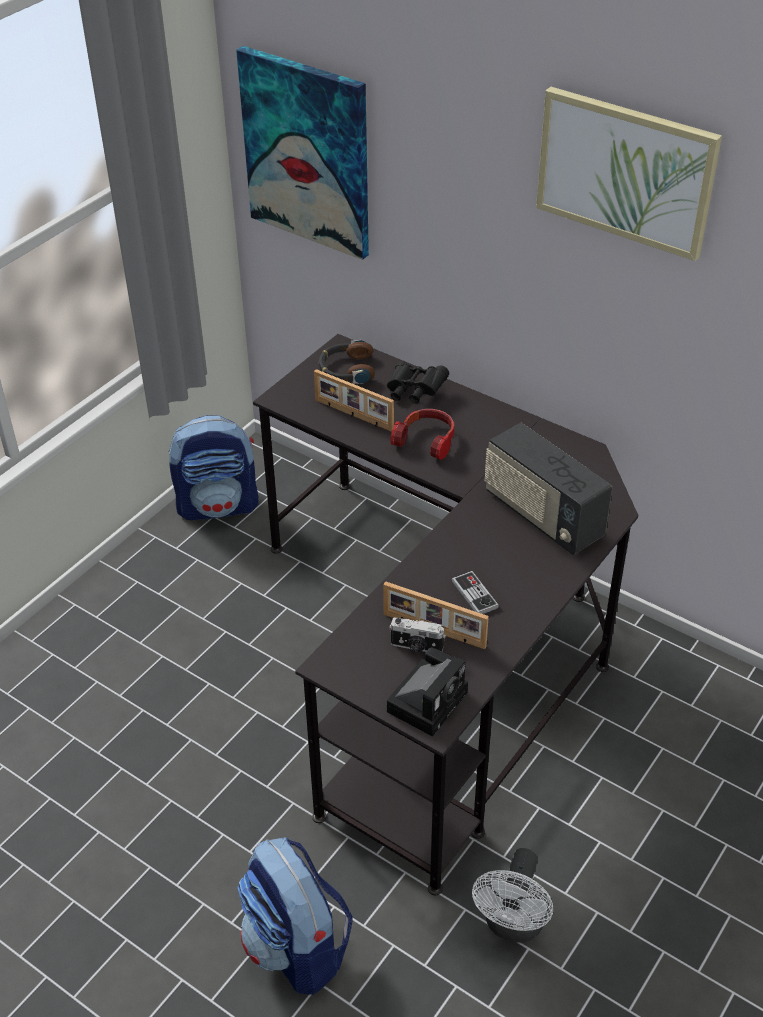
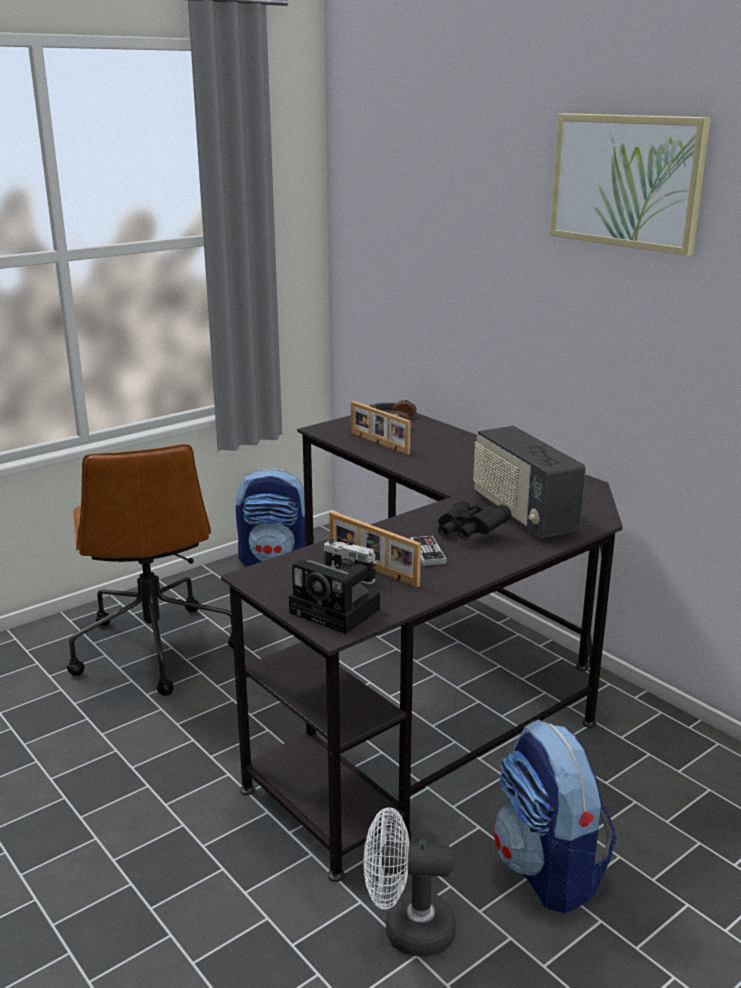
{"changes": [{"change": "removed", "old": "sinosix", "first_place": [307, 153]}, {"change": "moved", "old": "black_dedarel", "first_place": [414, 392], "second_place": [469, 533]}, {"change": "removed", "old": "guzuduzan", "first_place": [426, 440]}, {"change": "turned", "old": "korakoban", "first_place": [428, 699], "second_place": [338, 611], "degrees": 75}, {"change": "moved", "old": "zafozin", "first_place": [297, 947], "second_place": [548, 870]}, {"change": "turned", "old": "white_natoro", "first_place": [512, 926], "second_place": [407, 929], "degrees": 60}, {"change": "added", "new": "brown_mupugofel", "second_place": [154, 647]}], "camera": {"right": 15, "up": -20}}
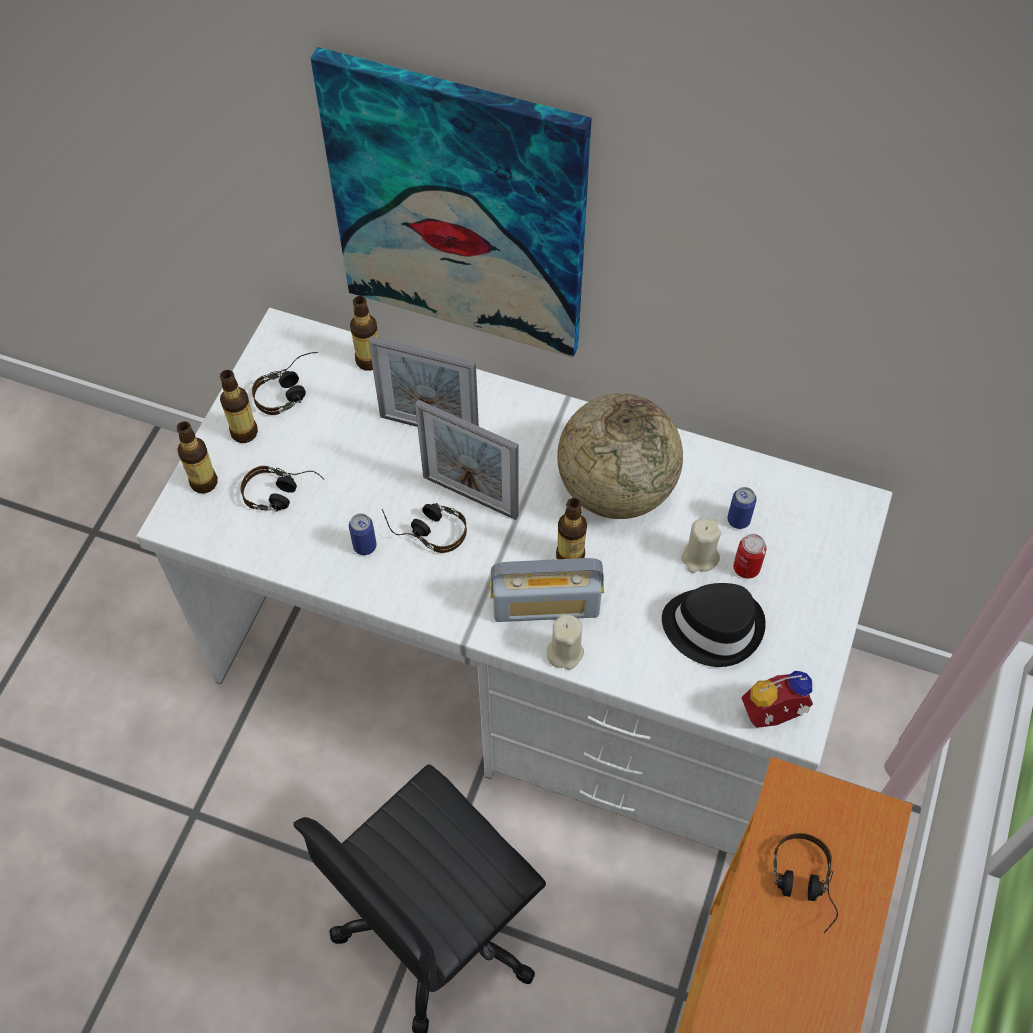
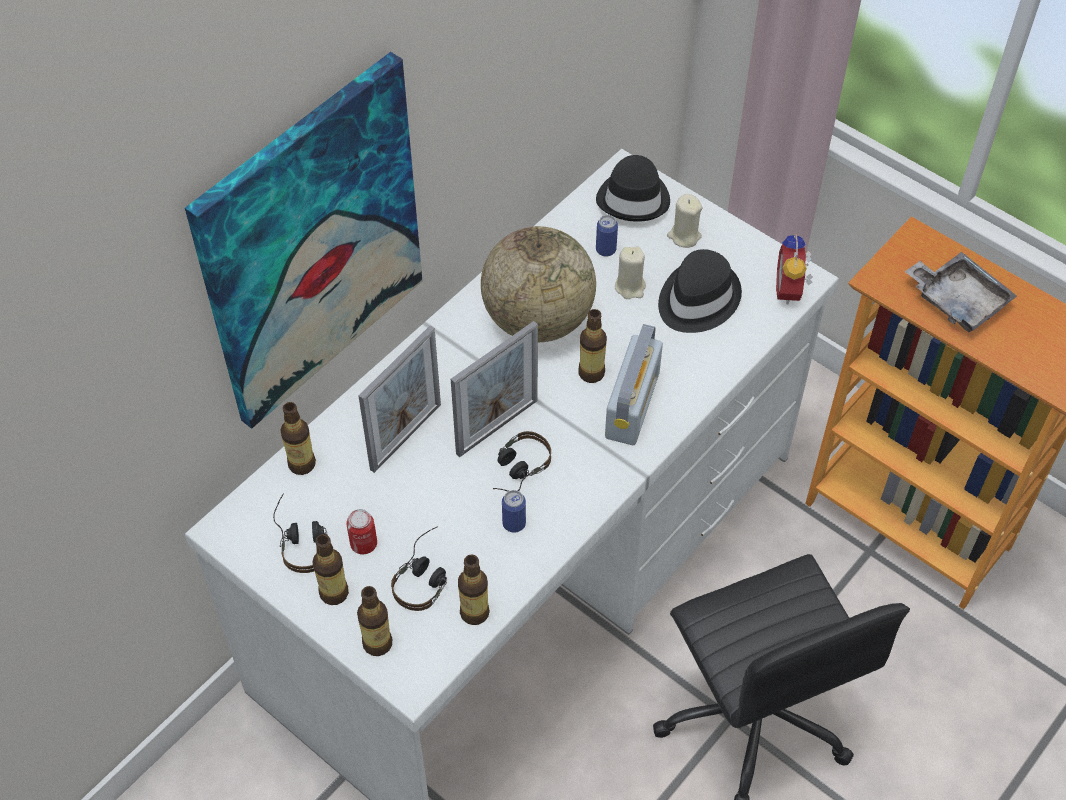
{"changes": [{"change": "moved", "old": "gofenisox", "first_place": [746, 568], "second_place": [363, 544]}, {"change": "moved", "old": "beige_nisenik", "first_place": [565, 652], "second_place": [684, 236]}, {"change": "replaced", "old": "guzuduzan", "new": "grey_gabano", "first_place": [802, 887], "second_place": [957, 300]}, {"change": "added", "new": "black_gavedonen", "second_place": [634, 198]}, {"change": "added", "new": "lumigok", "second_place": [474, 613]}], "camera": {"right": -70, "up": -5}}
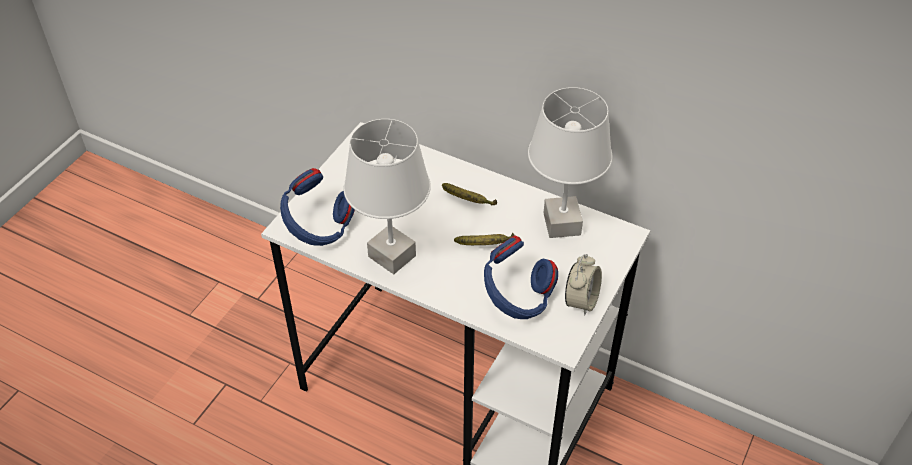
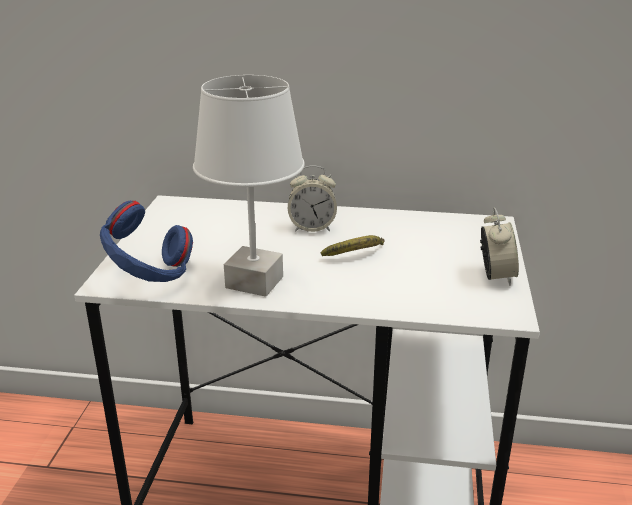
{"changes": [{"change": "removed", "old": "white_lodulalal", "first_place": [562, 224]}, {"change": "replaced", "old": "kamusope", "new": "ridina", "first_place": [467, 201], "second_place": [312, 227]}, {"change": "removed", "old": "blue_guzuduzan", "first_place": [517, 298]}], "camera": {"right": -20, "up": -20}}
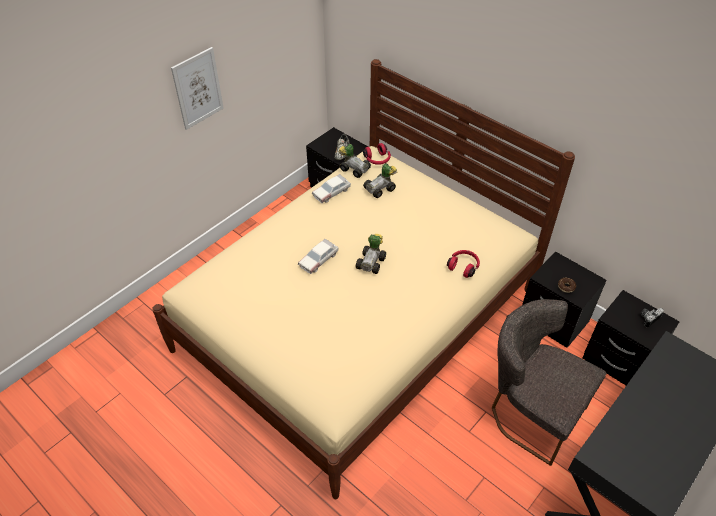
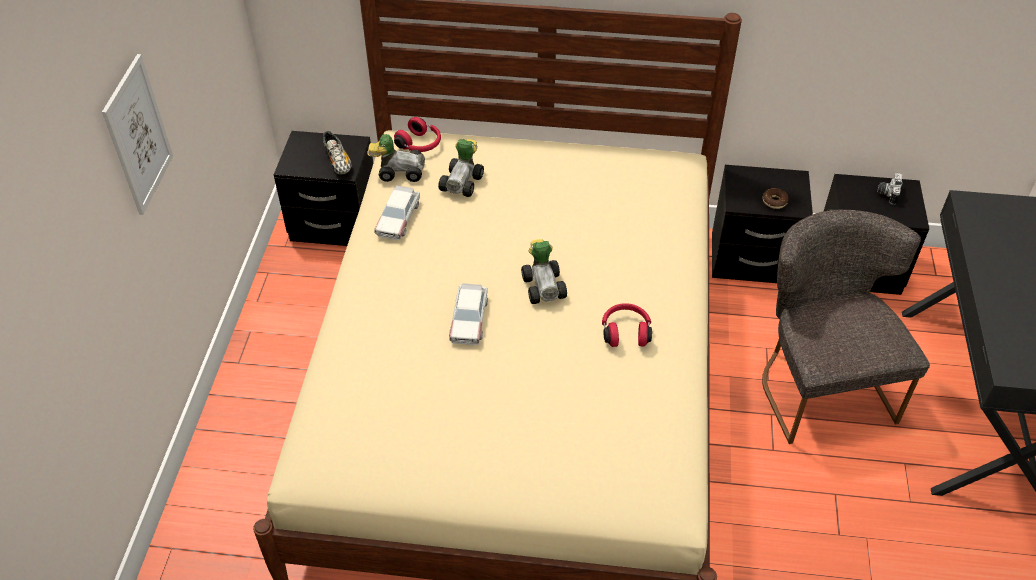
{"changes": [{"change": "moved", "old": "red_guzuduzan", "first_place": [463, 266], "second_place": [625, 331]}, {"change": "turned", "old": "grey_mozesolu", "first_place": [530, 412], "second_place": [819, 384], "degrees": 75}], "camera": {"right": -35, "up": 0}}
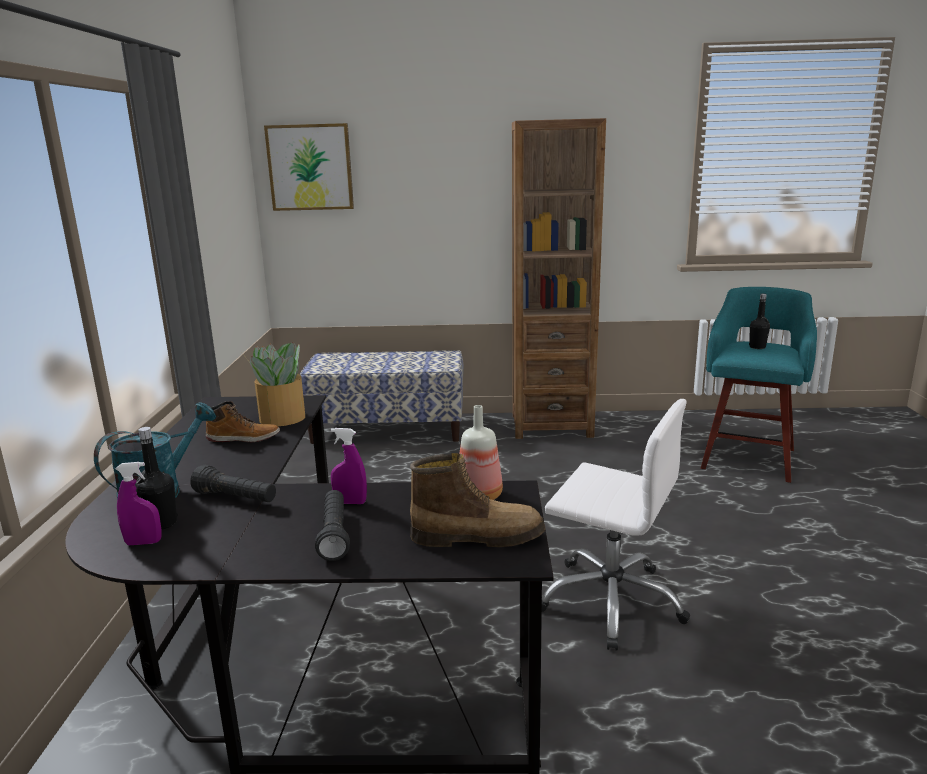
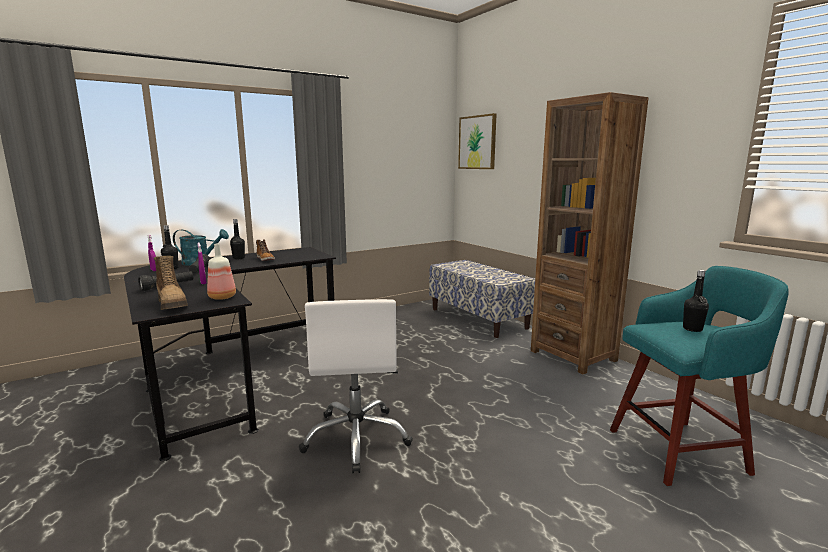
{"changes": [{"change": "removed", "old": "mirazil", "first_place": [281, 418]}, {"change": "added", "new": "black_lumigok", "second_place": [238, 258]}], "camera": {"right": 55, "up": -5}}
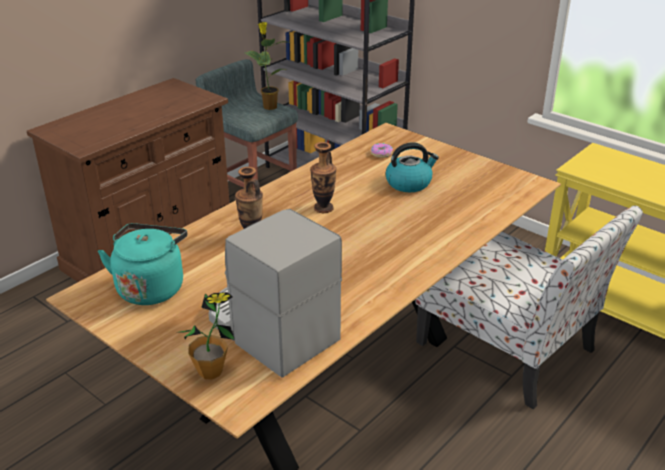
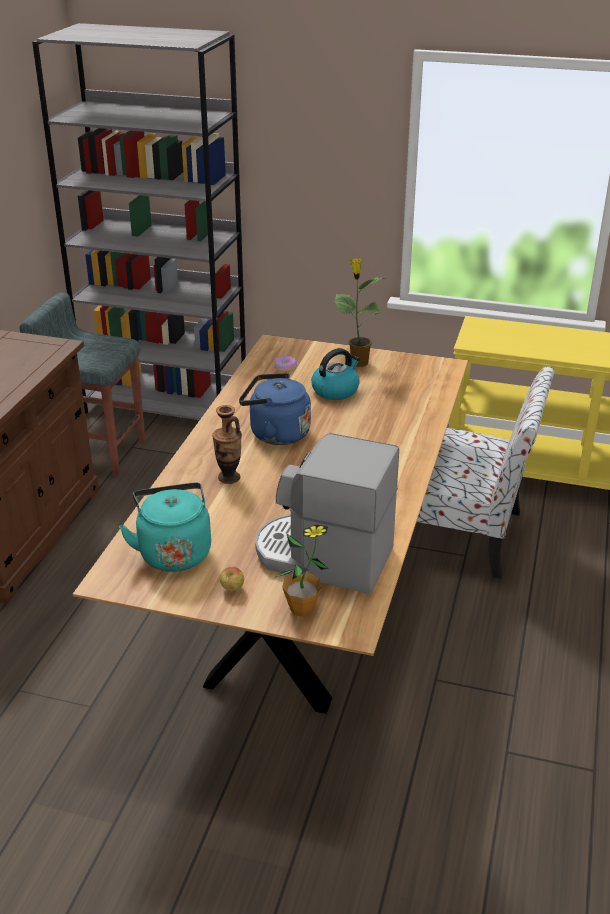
{"changes": [{"change": "moved", "old": "mirazil", "first_place": [269, 106], "second_place": [358, 362]}, {"change": "replaced", "old": "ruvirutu", "new": "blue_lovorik", "first_place": [323, 208], "second_place": [275, 434]}, {"change": "added", "new": "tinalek", "second_place": [232, 589]}], "camera": {"right": -25, "up": 0}}
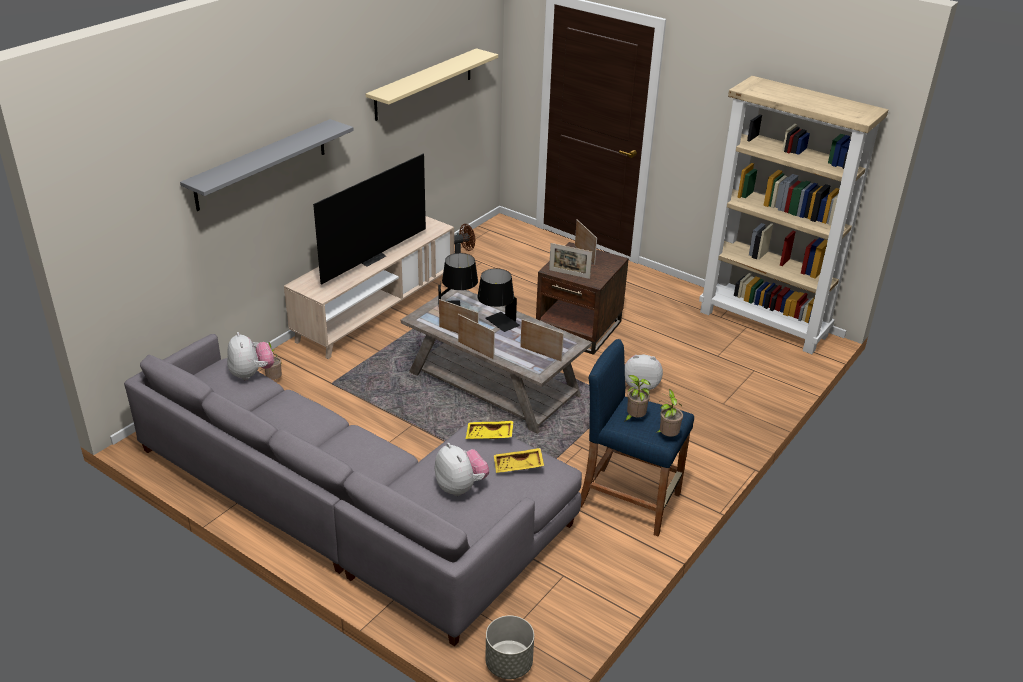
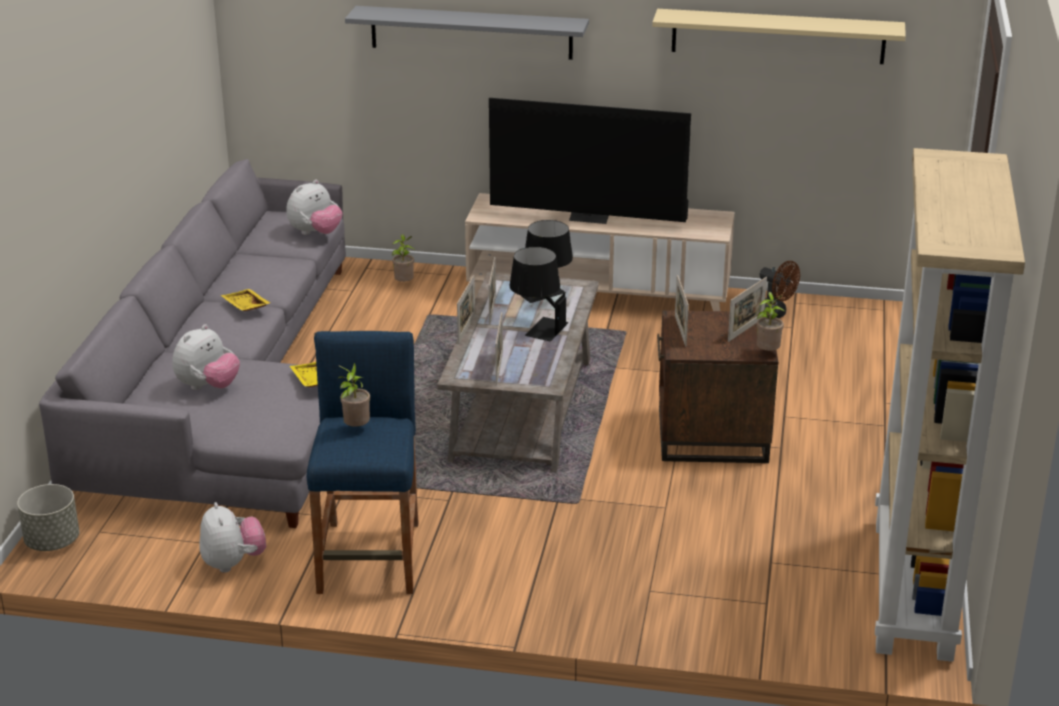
{"changes": [{"change": "moved", "old": "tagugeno", "first_place": [641, 386], "second_place": [233, 563]}, {"change": "moved", "old": "mirazil", "first_place": [667, 436], "second_place": [767, 353]}, {"change": "moved", "old": "yellow_gabano", "first_place": [518, 466], "second_place": [245, 307]}], "camera": {"right": 65, "up": -5}}
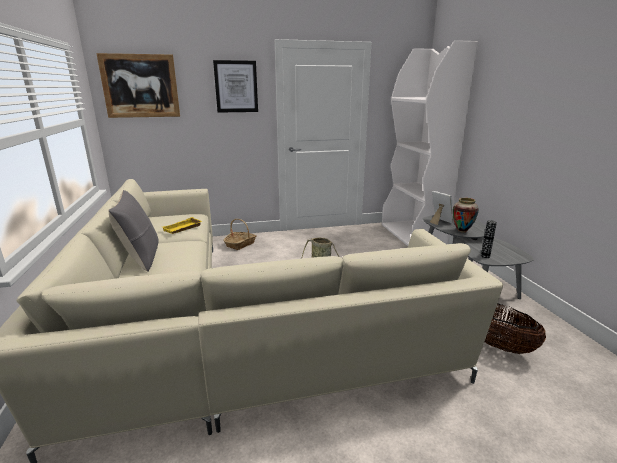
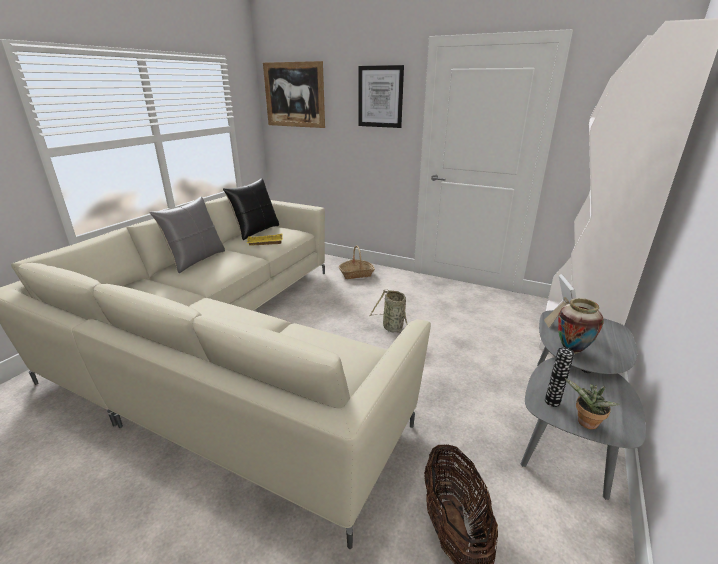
{"changes": [{"change": "added", "new": "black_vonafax", "second_place": [256, 231]}, {"change": "added", "new": "mirazil", "second_place": [585, 423]}], "camera": {"right": 40, "up": 5}}
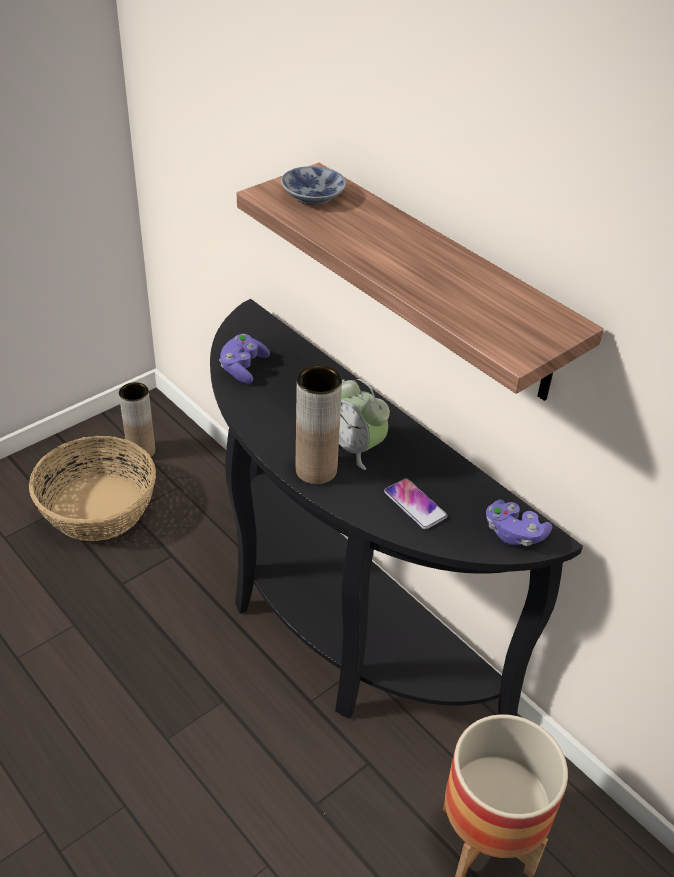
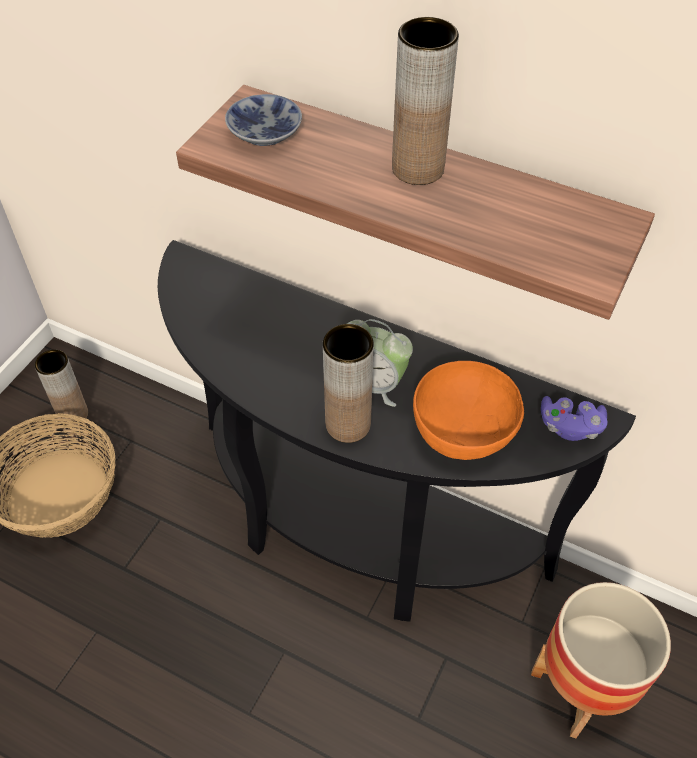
{"changes": [{"change": "removed", "old": "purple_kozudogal", "first_place": [243, 368]}, {"change": "replaced", "old": "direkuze", "new": "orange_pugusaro", "first_place": [415, 504], "second_place": [463, 428]}, {"change": "added", "new": "brown_ruvirutu", "second_place": [418, 168]}], "camera": {"right": -20, "up": 10}}
